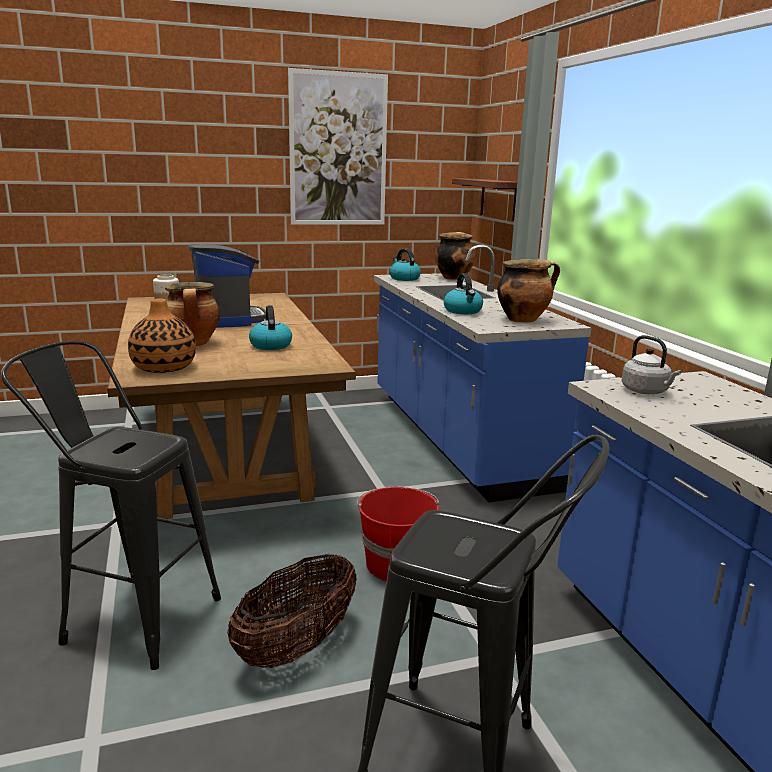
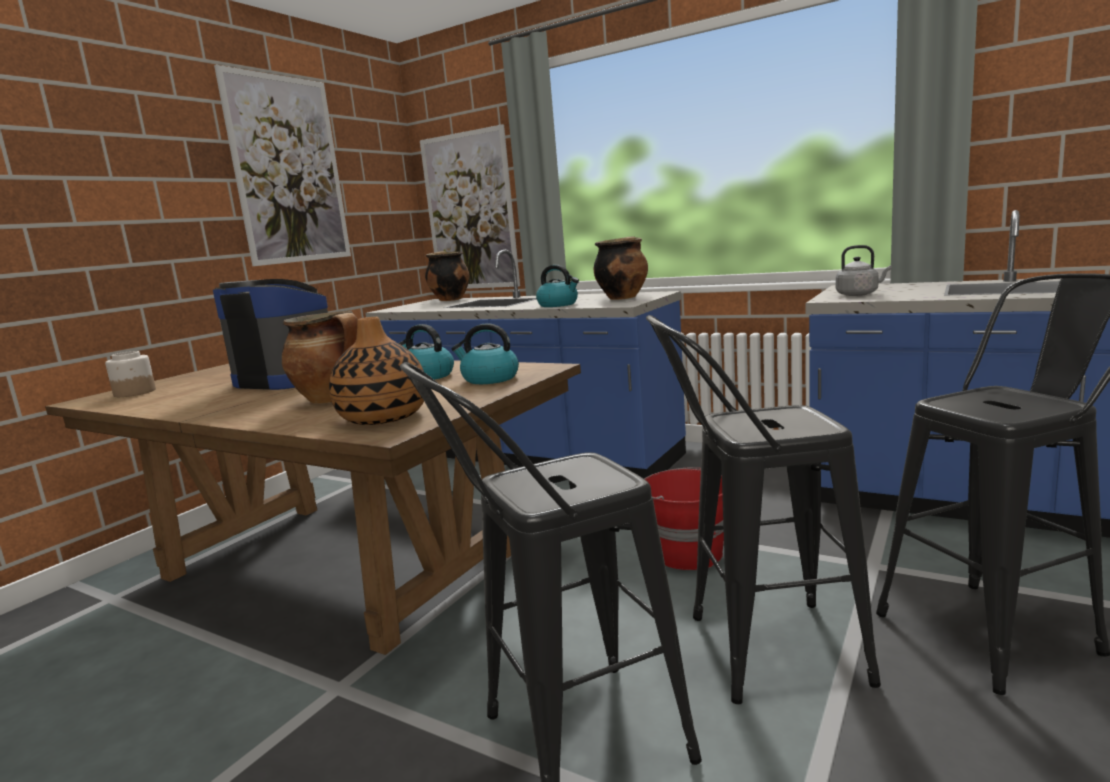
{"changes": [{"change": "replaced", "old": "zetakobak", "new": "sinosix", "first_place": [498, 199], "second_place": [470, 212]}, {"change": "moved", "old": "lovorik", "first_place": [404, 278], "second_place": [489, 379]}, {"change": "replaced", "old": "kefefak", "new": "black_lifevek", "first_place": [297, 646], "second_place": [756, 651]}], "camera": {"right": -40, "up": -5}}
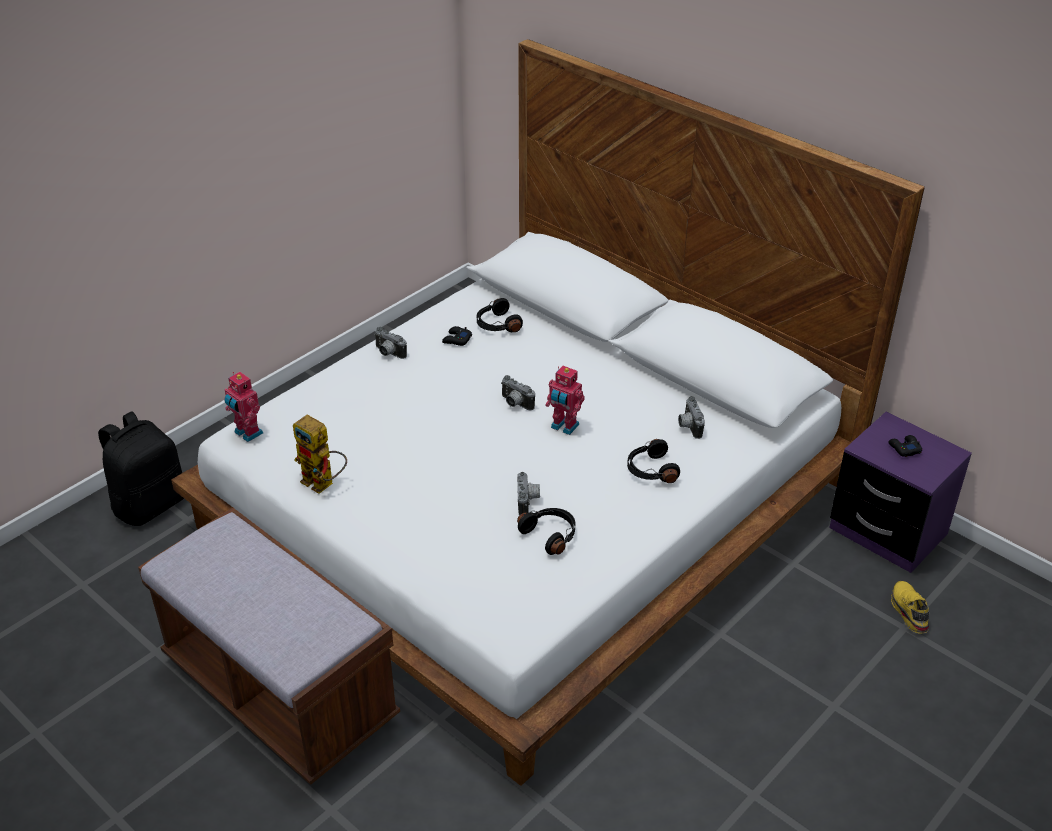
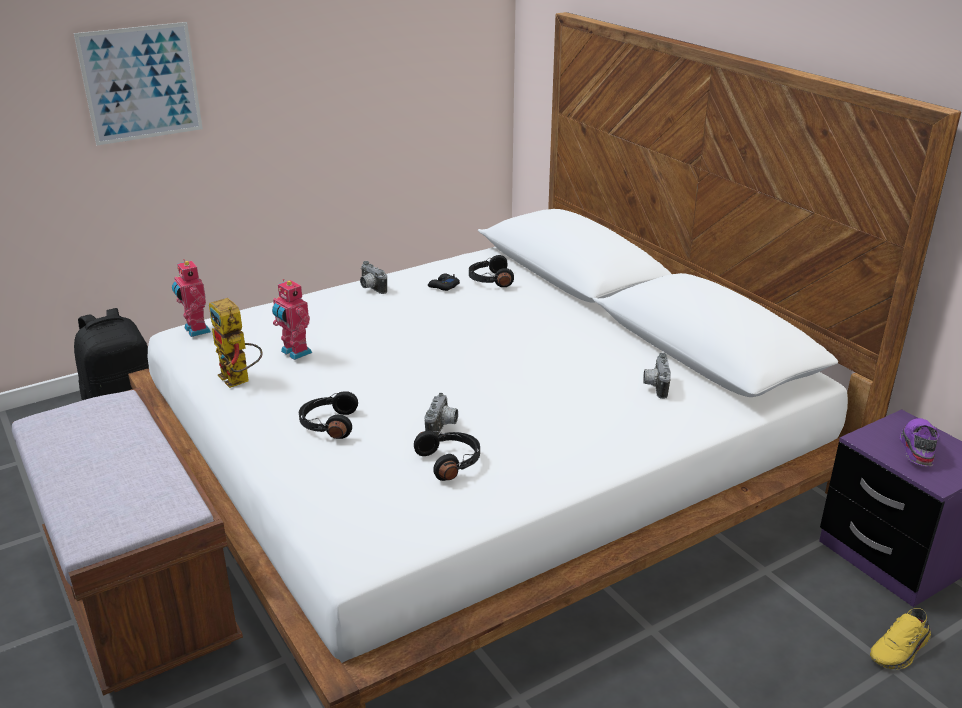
{"changes": [{"change": "moved", "old": "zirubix", "first_place": [564, 427], "second_place": [294, 353]}, {"change": "removed", "old": "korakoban", "first_place": [515, 404]}, {"change": "replaced", "old": "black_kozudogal", "new": "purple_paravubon", "first_place": [904, 448], "second_place": [916, 447]}, {"change": "moved", "old": "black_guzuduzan", "first_place": [650, 470], "second_place": [328, 424]}, {"change": "turned", "old": "yellow_paravubon", "first_place": [908, 611], "second_place": [900, 650], "degrees": -135}, {"change": "added", "new": "sinosix", "second_place": [141, 83]}], "camera": {"right": 15, "up": -10}}
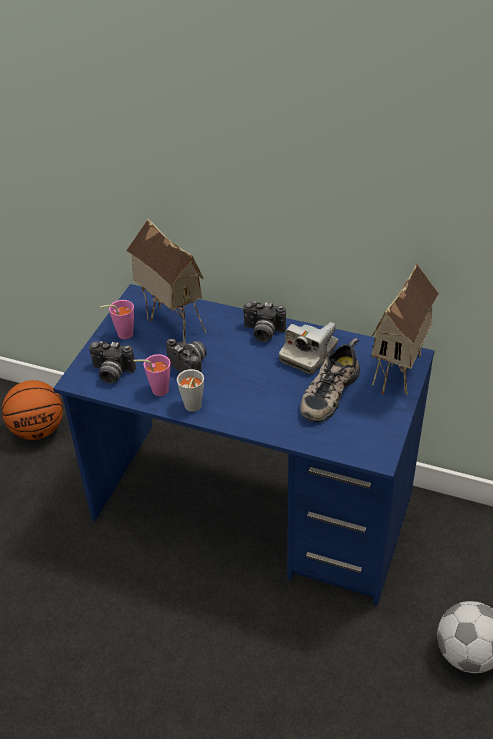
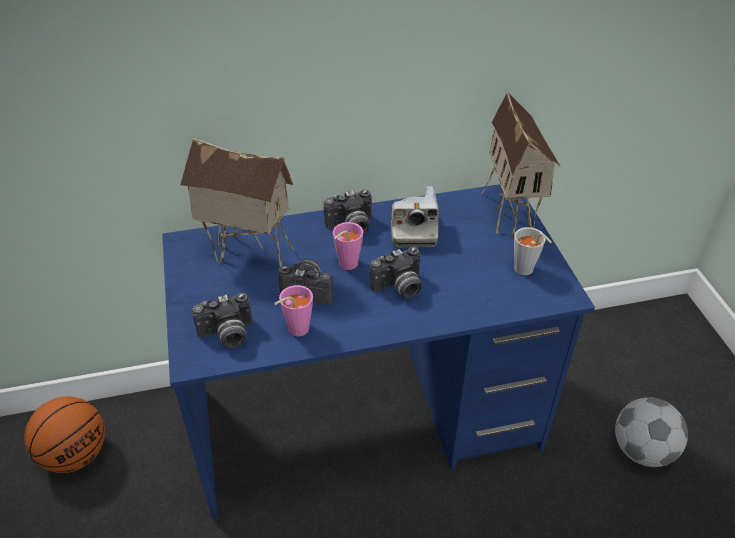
{"changes": [{"change": "moved", "old": "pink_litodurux", "first_place": [121, 335], "second_place": [345, 265]}, {"change": "removed", "old": "paravubon", "first_place": [328, 391]}, {"change": "moved", "old": "grey_litodurux", "first_place": [192, 408], "second_place": [526, 271]}, {"change": "added", "new": "korakoban", "second_place": [399, 288]}], "camera": {"right": -35, "up": 0}}
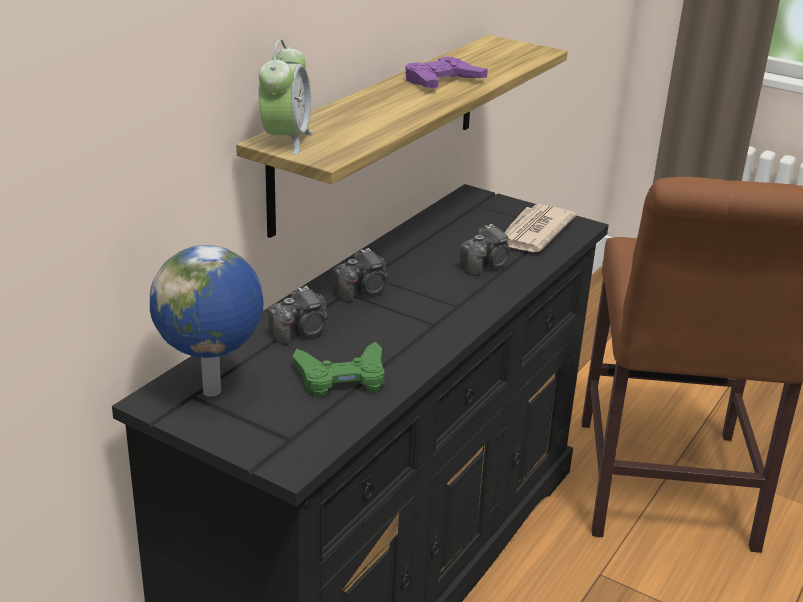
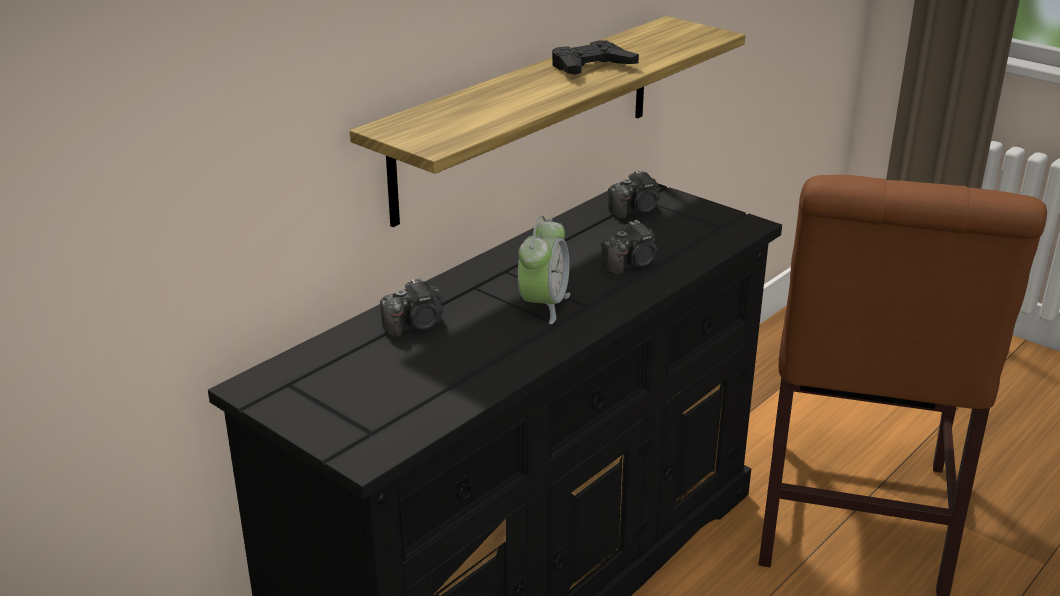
{"changes": [{"change": "moved", "old": "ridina", "first_place": [286, 140], "second_place": [543, 305]}, {"change": "recoloured", "old": "purple_kozudogal", "new": "black_kozudogal", "first_place": [442, 81], "second_place": [591, 67]}, {"change": "removed", "old": "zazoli", "first_place": [532, 233]}, {"change": "removed", "old": "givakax", "first_place": [214, 392]}, {"change": "moved", "old": "korakoban", "first_place": [363, 291], "second_place": [636, 210]}, {"change": "removed", "old": "green_kozudogal", "first_place": [342, 378]}], "camera": {"right": 10, "up": 0}}
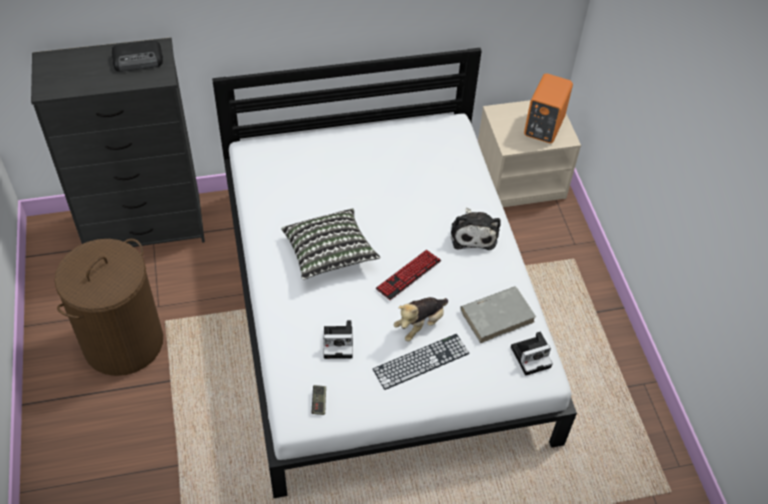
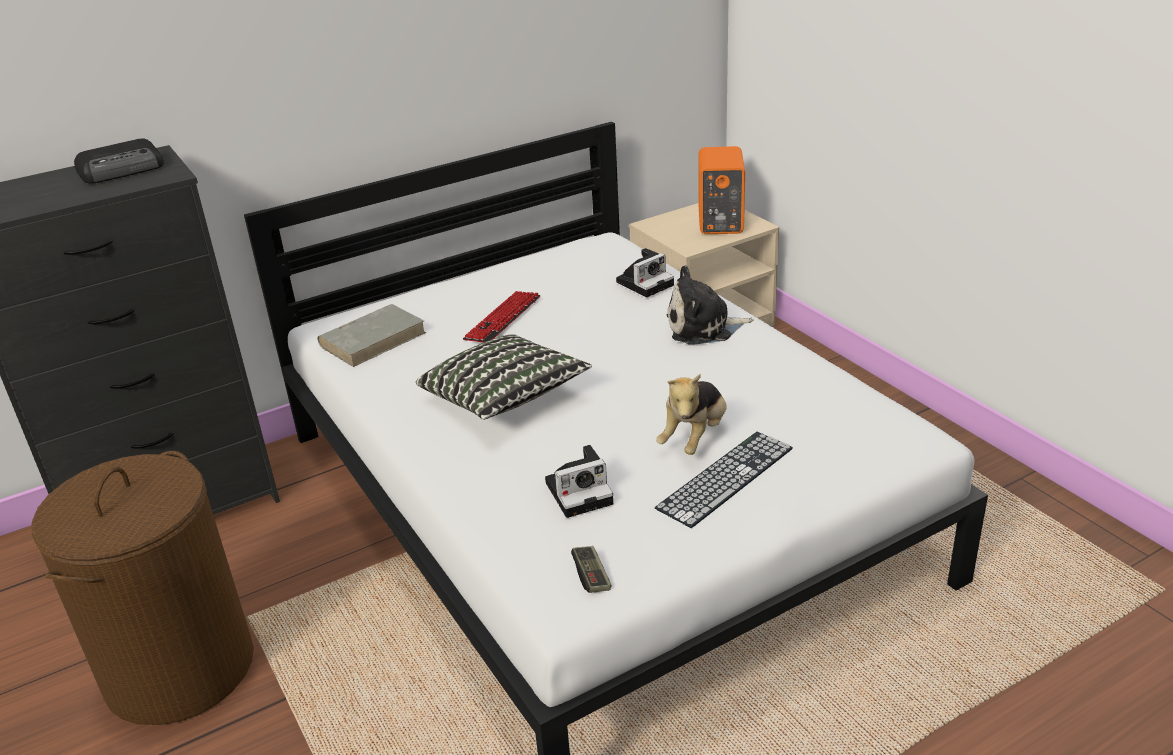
{"changes": [{"change": "turned", "old": "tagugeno", "first_place": [473, 233], "second_place": [703, 327], "degrees": 105}, {"change": "moved", "old": "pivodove", "first_place": [408, 275], "second_place": [503, 319]}, {"change": "moved", "old": "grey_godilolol", "first_place": [497, 315], "second_place": [373, 339]}, {"change": "moved", "old": "korakoban", "first_place": [532, 356], "second_place": [646, 283]}], "camera": {"right": -15, "up": -20}}
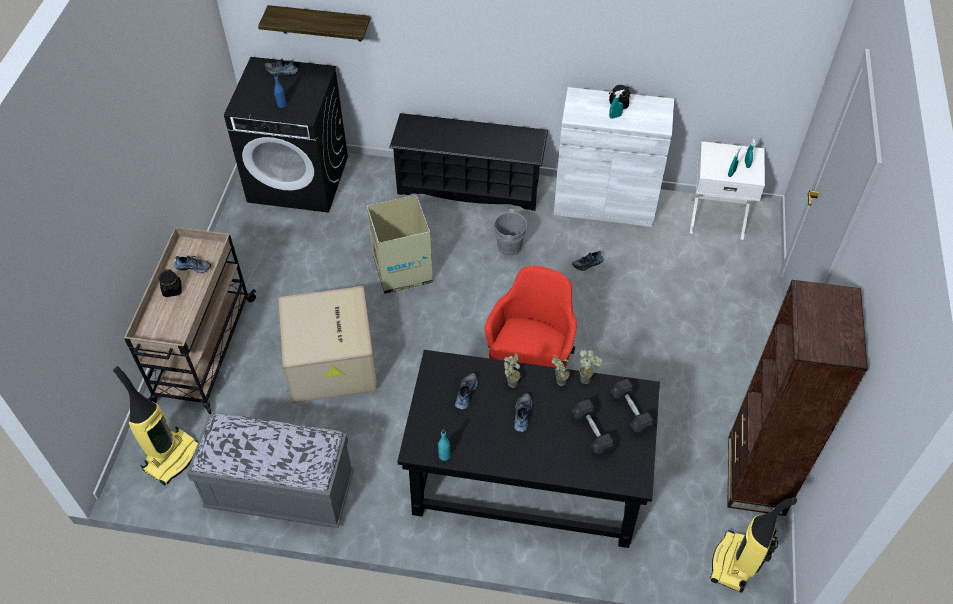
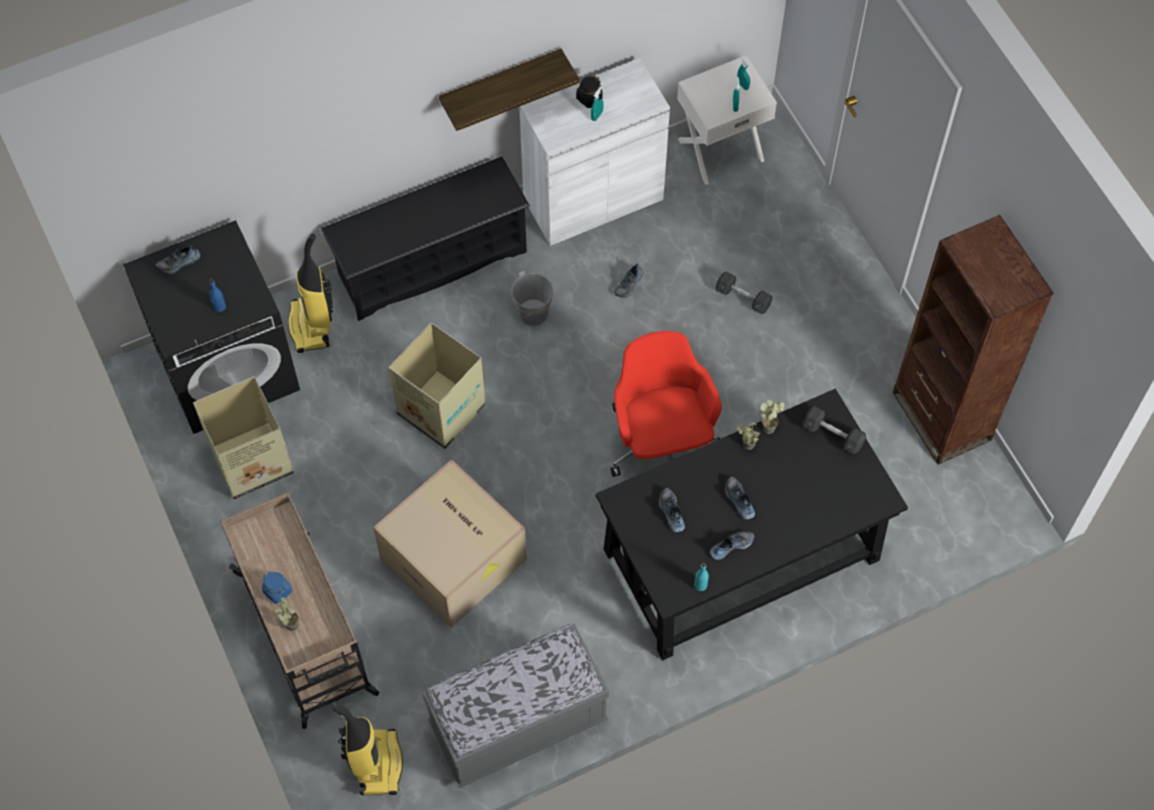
{"changes": [{"change": "moved", "old": "zetakobak", "first_place": [320, 23], "second_place": [501, 84]}, {"change": "moved", "old": "paravubon", "first_place": [194, 266], "second_place": [731, 545]}, {"change": "recoloured", "old": "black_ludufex", "new": "blue_ludufex", "first_place": [172, 290], "second_place": [278, 591]}, {"change": "moved", "old": "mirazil", "first_place": [511, 380], "second_place": [289, 623]}, {"change": "moved", "old": "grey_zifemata", "first_place": [593, 432], "second_place": [743, 298]}, {"change": "moved", "old": "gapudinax", "first_place": [735, 563], "second_place": [312, 326]}, {"change": "added", "new": "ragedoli", "second_place": [250, 461]}], "camera": {"right": -35, "up": 10}}
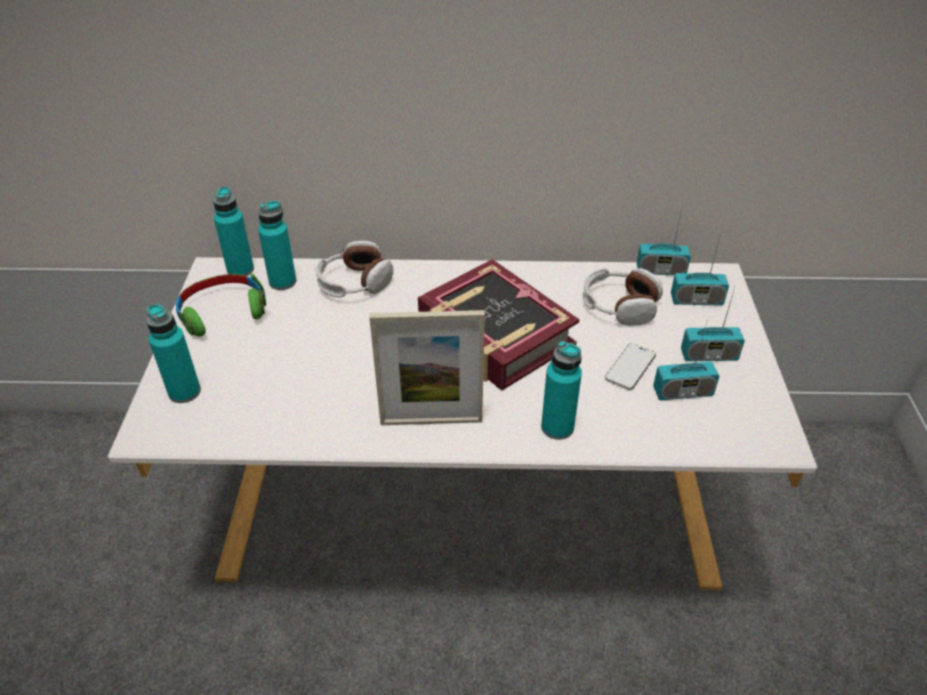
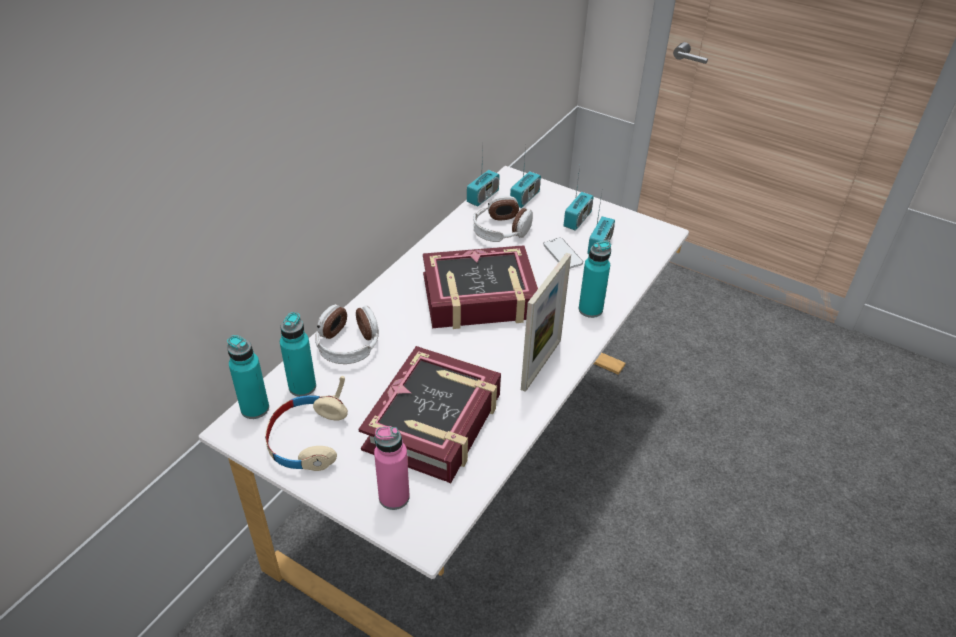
{"changes": [{"change": "recoloured", "old": "green_guzuduzan", "new": "beige_guzuduzan", "first_place": [222, 312], "second_place": [307, 440]}, {"change": "recoloured", "old": "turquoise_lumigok", "new": "pink_lumigok", "first_place": [184, 392], "second_place": [394, 497]}, {"change": "added", "new": "godilolol", "second_place": [434, 422]}], "camera": {"right": -60, "up": 0}}
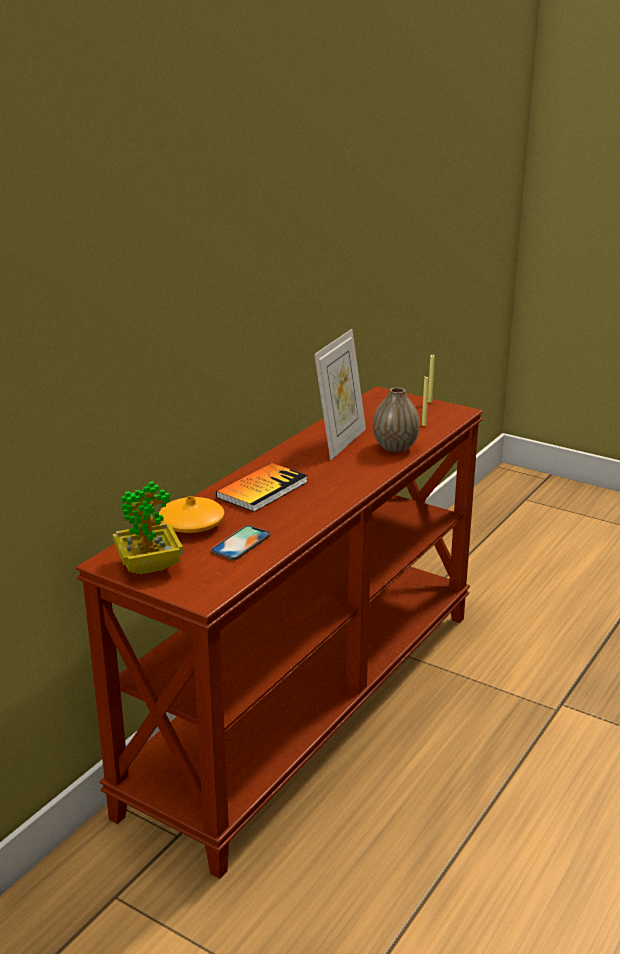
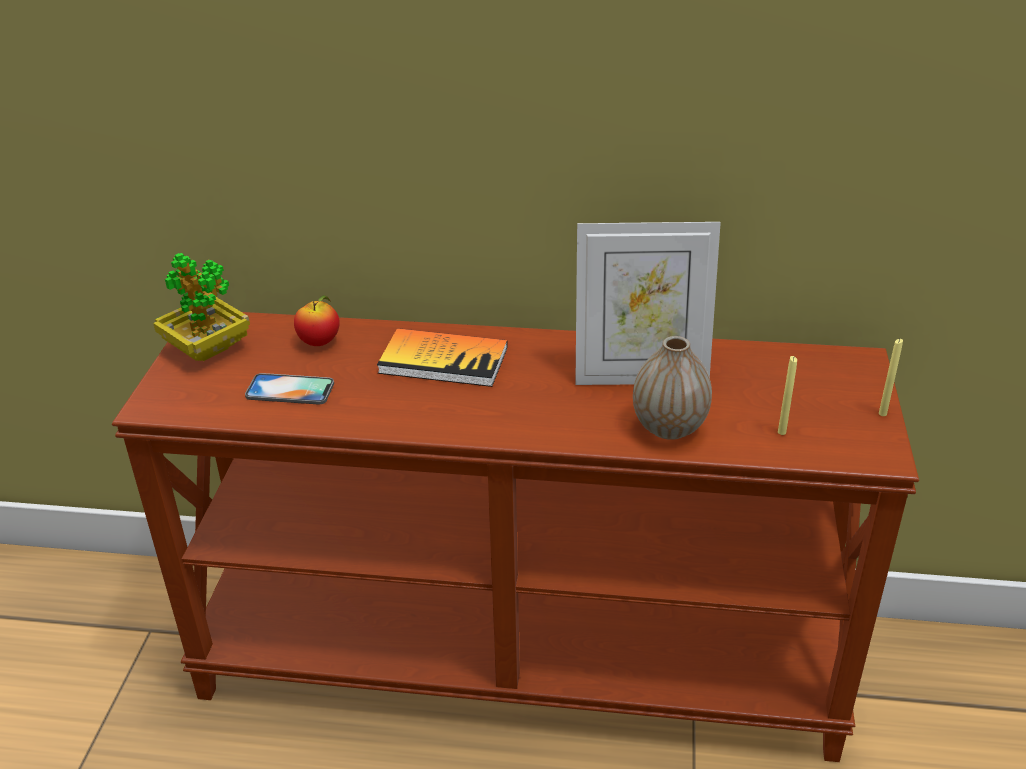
{"changes": [{"change": "replaced", "old": "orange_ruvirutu", "new": "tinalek", "first_place": [192, 524], "second_place": [319, 342]}], "camera": {"right": 65, "up": 10}}
